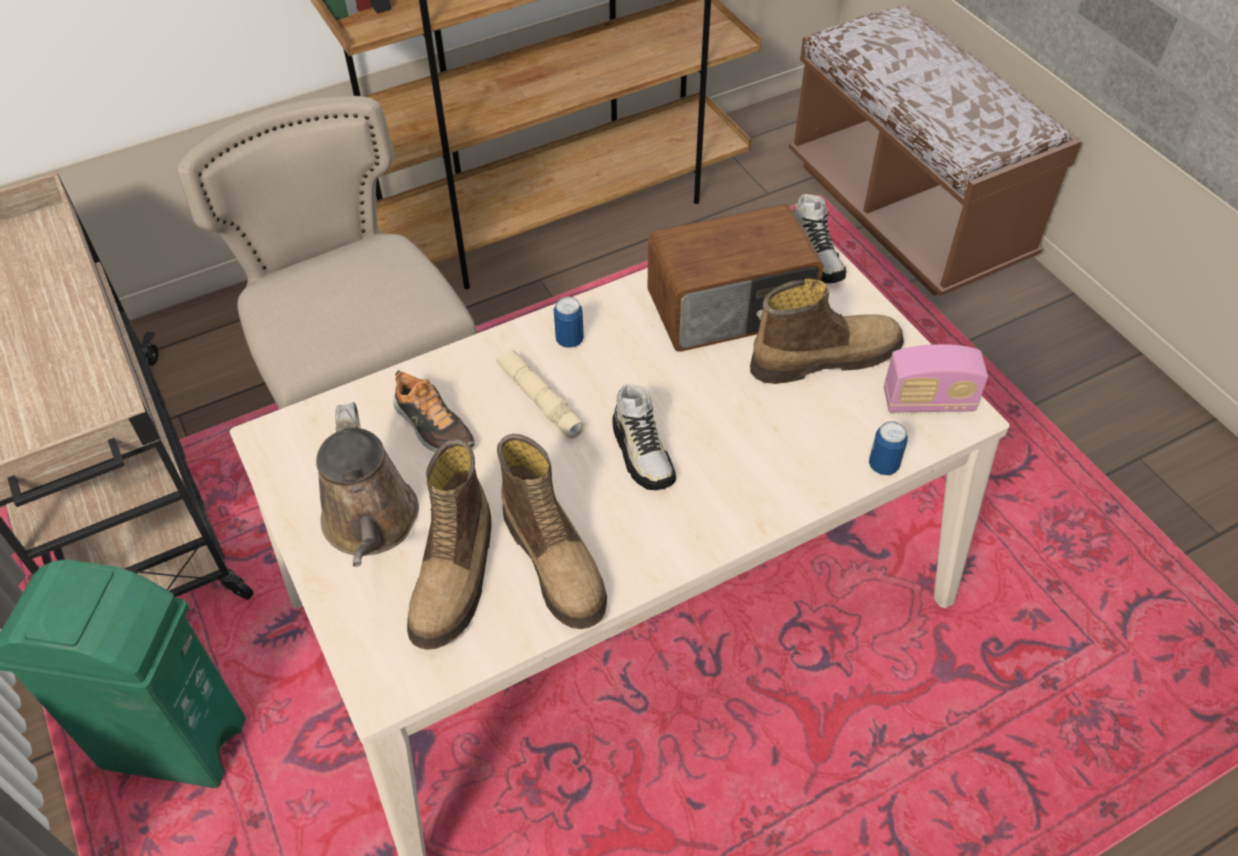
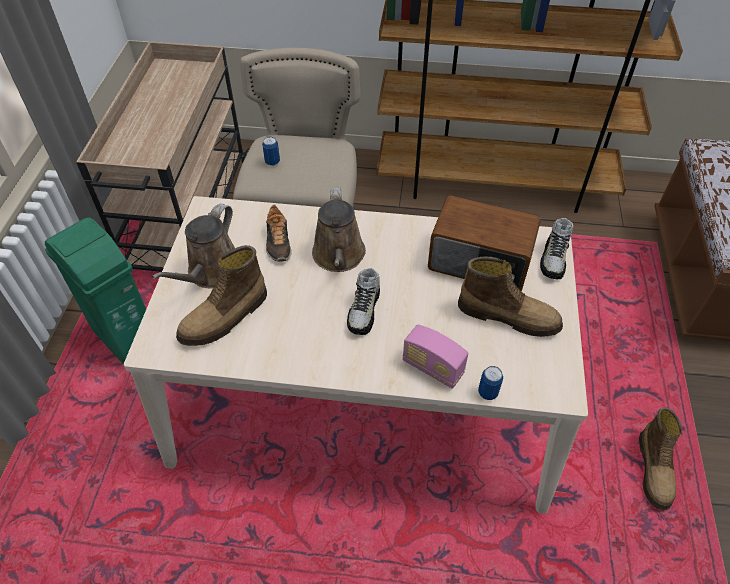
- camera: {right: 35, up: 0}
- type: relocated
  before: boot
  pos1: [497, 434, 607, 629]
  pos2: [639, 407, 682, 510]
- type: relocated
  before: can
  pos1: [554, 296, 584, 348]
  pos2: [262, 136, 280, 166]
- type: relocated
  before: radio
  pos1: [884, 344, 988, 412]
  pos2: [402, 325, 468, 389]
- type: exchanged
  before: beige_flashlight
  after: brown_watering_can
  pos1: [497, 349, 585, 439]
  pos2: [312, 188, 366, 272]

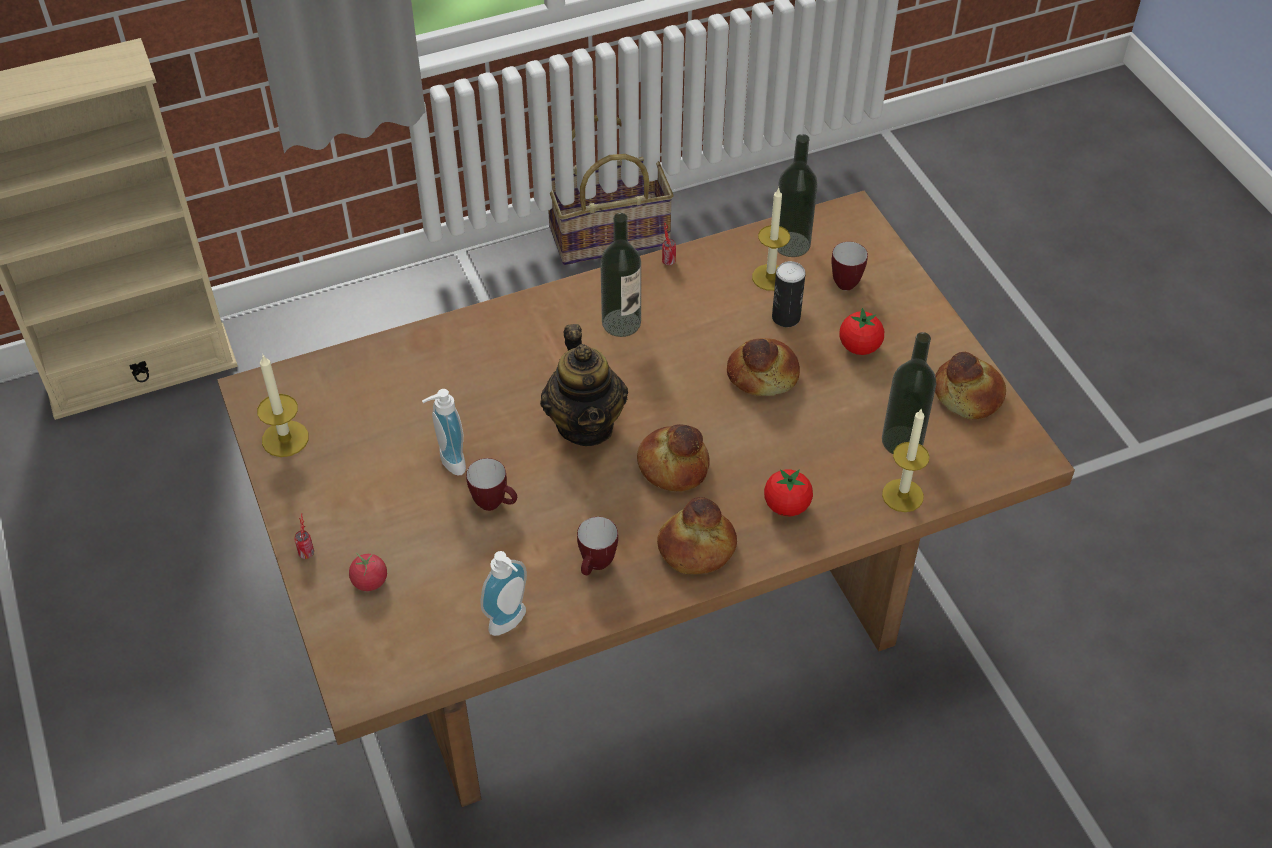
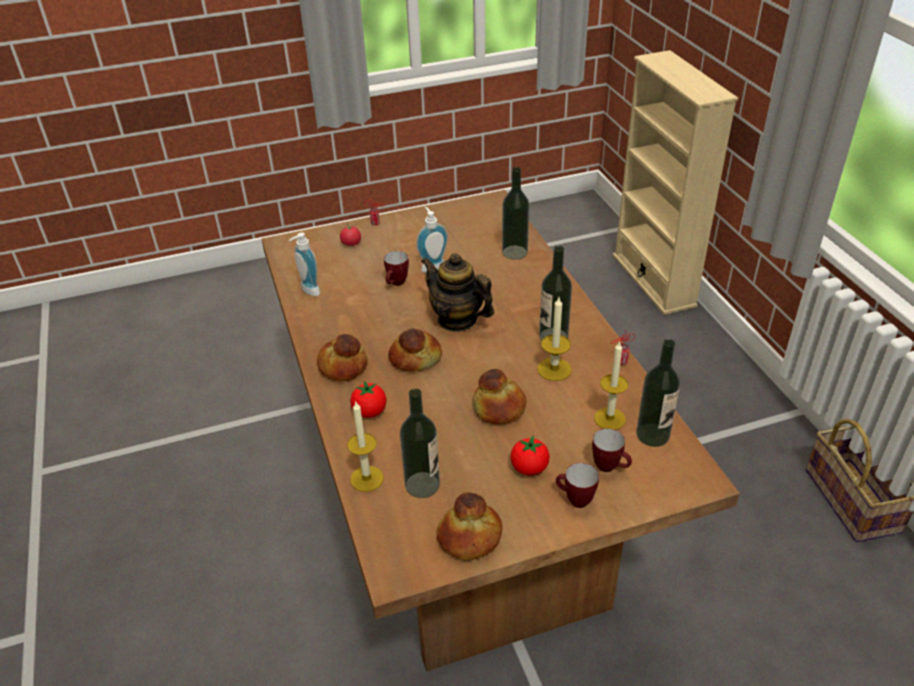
- camera: {right: 95, up: -10}
- type: missing
  before: can
  pos1: [772, 261, 806, 327]
- type: appeared
  after: bottle
  pos2: [502, 167, 529, 260]
- type: relocated
  before: candle
  pos1: [257, 355, 309, 457]
  pos2: [537, 297, 572, 381]
- type: relocated
  before: mug
  pos1: [577, 517, 618, 575]
  pos2: [556, 463, 599, 508]
- type: spun
  before: teapot
  pos1: [540, 324, 628, 446]
  pos2: [421, 253, 494, 332]
  turn: 45

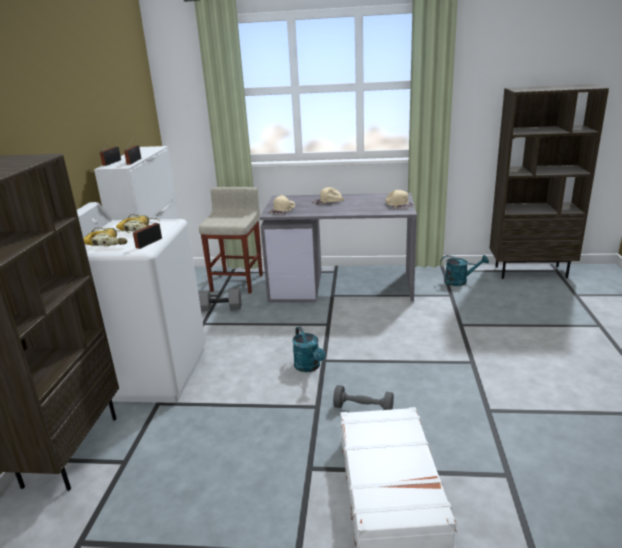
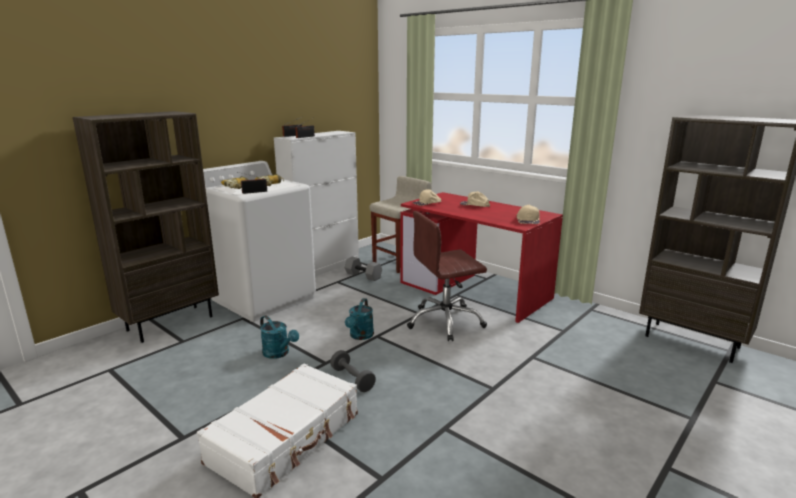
- camera: {right: 35, up: -5}
- type: appeared
  after: brown_office_chair
  pos2: [407, 211, 487, 341]
- type: relocated
  before: turquoise_watering_can
  pos1: [440, 255, 489, 286]
  pos2: [260, 315, 299, 359]
- type: colour
  before: grey_desk
  after: red_desk
  pos1: [260, 193, 417, 302]
  pos2: [401, 192, 563, 323]

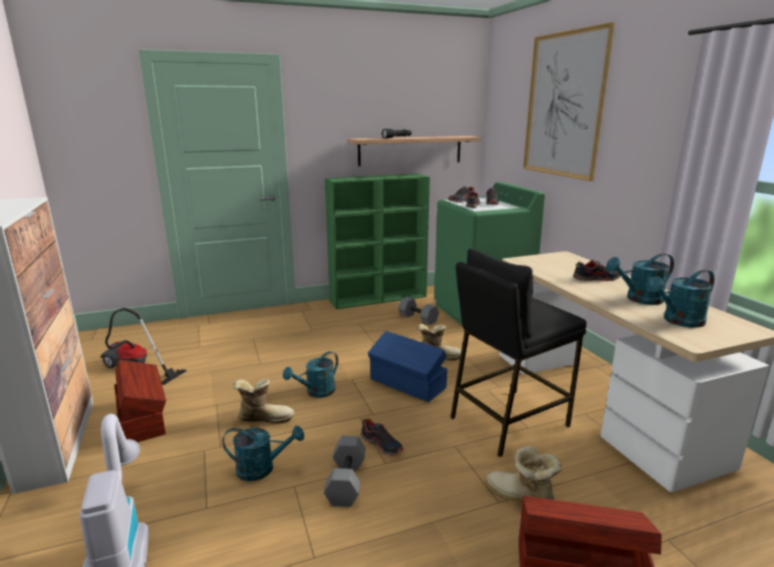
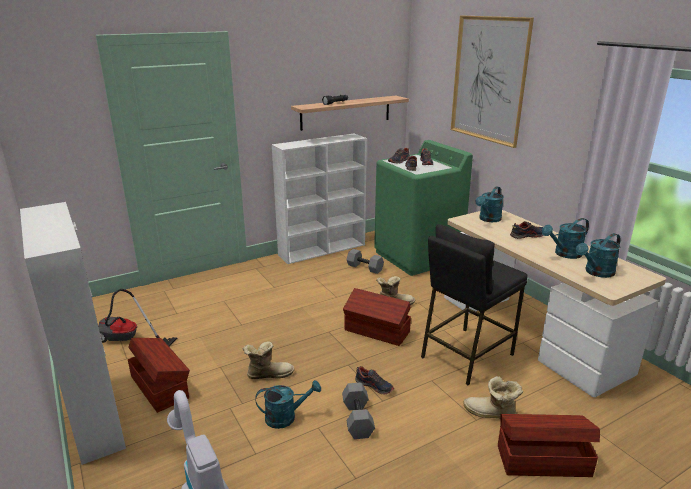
- camera: {right: -10, up: 5}
- type: relocated
  before: turquoise_watering_can
  pos1: [283, 351, 338, 398]
  pos2: [475, 186, 504, 222]
- type: colour
  before: green_bookcase
  after: white_bookcase
  pos1: [325, 174, 430, 309]
  pos2: [272, 134, 367, 264]
- type: colour
  before: blue_storage_box
  after: brown_storage_box
  pos1: [368, 331, 447, 402]
  pos2: [343, 288, 411, 346]

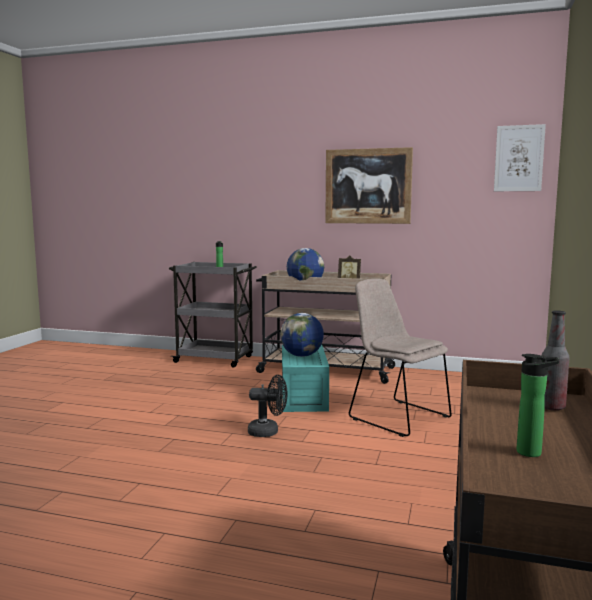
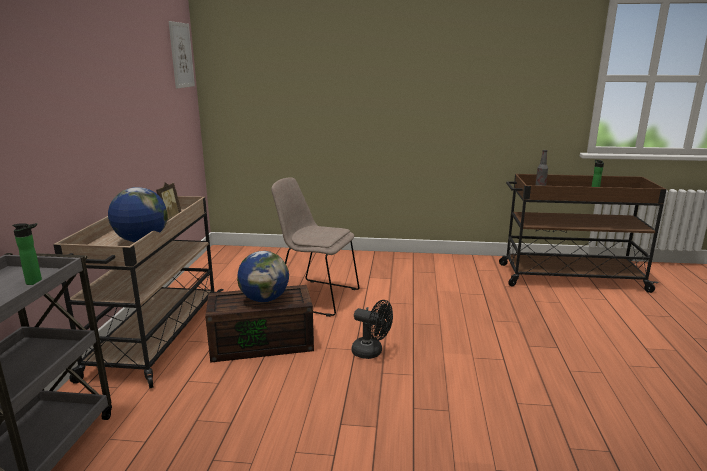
- camera: {right: -100, up: 10}
- type: missing
  before: picture
  pos1: [325, 147, 413, 224]
- type: colour
  before: turquoise_storage_box
  after: brown_storage_box
  pos1: [282, 345, 329, 412]
  pos2: [205, 285, 314, 363]
- type: spun
  before: black_fan
  pos1: [248, 375, 287, 437]
  pos2: [352, 300, 393, 359]
  turn: 120
- type: spun
  before: beige_chair
  pos1: [349, 279, 452, 437]
  pos2: [271, 178, 359, 317]
  turn: 75

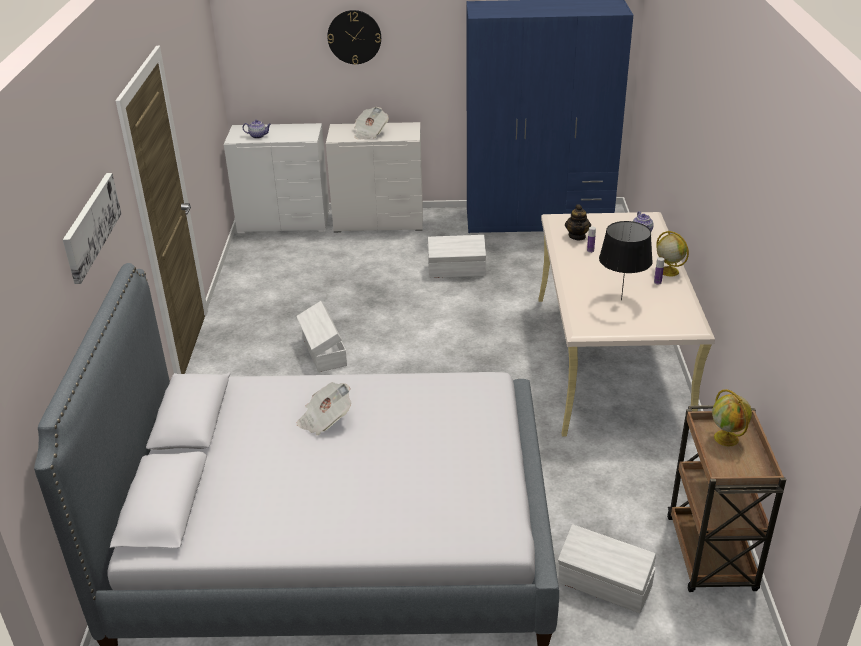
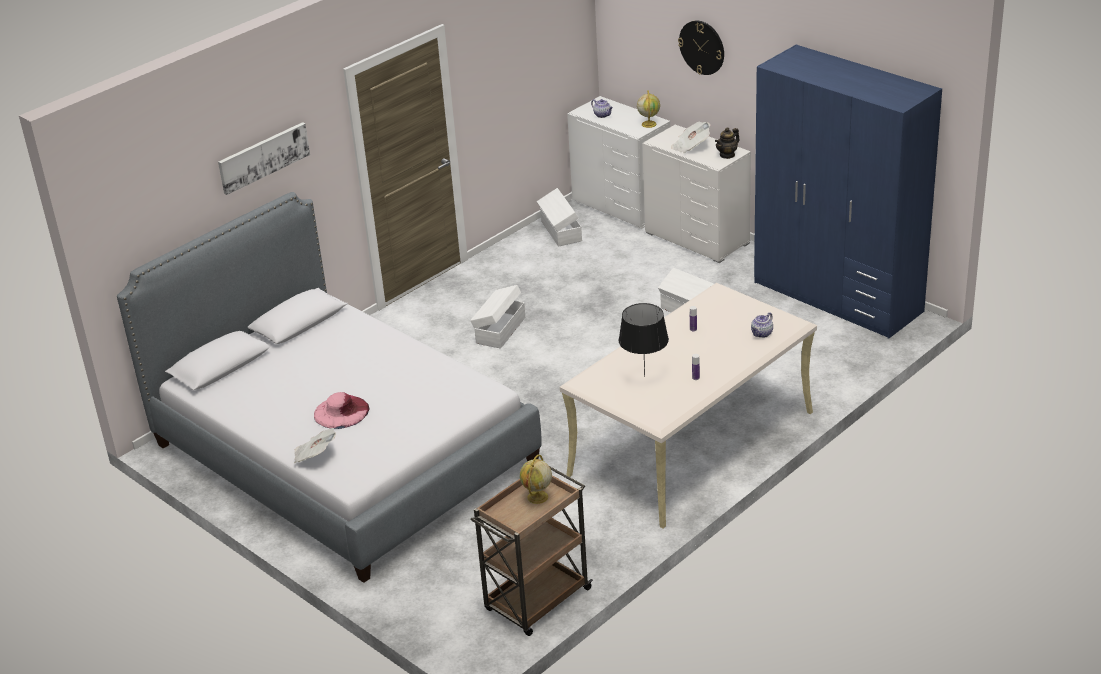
- camera: {right: 45, up: 0}
- type: appeared
  after: pink_hat
  pos2: [314, 392, 369, 429]
- type: relocated
  before: newspaper
  pos1: [297, 382, 351, 435]
  pos2: [294, 428, 336, 463]
- type: relocated
  before: white_storage_box
  pos1: [558, 524, 656, 613]
  pos2: [537, 188, 582, 247]
- type: relocated
  before: teapot
  pos1: [565, 204, 591, 240]
  pos2: [715, 127, 740, 159]
- type: relocated
  before: globe
  pos1: [656, 231, 689, 276]
  pos2: [637, 90, 660, 128]

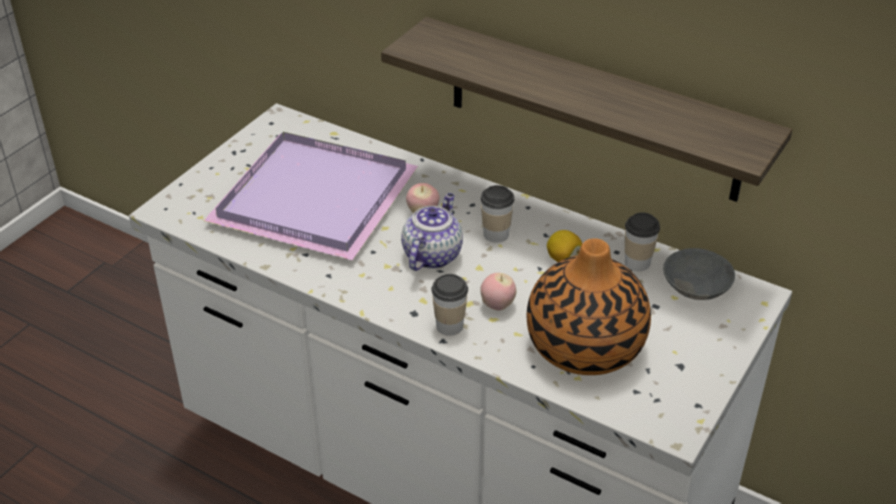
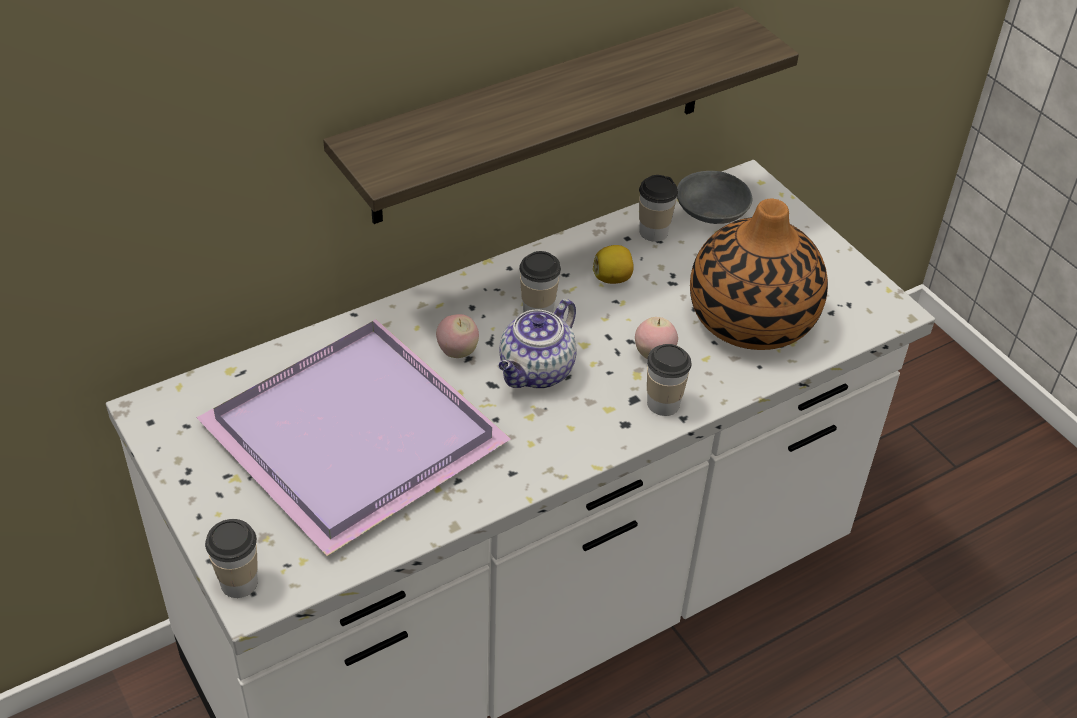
- camera: {right: -65, up: 5}
- type: appeared
  after: cup
  pos2: [205, 519, 258, 598]
- type: spun
  before: teapot
  pos1: [402, 193, 463, 271]
  pos2: [499, 299, 577, 389]
  turn: -105

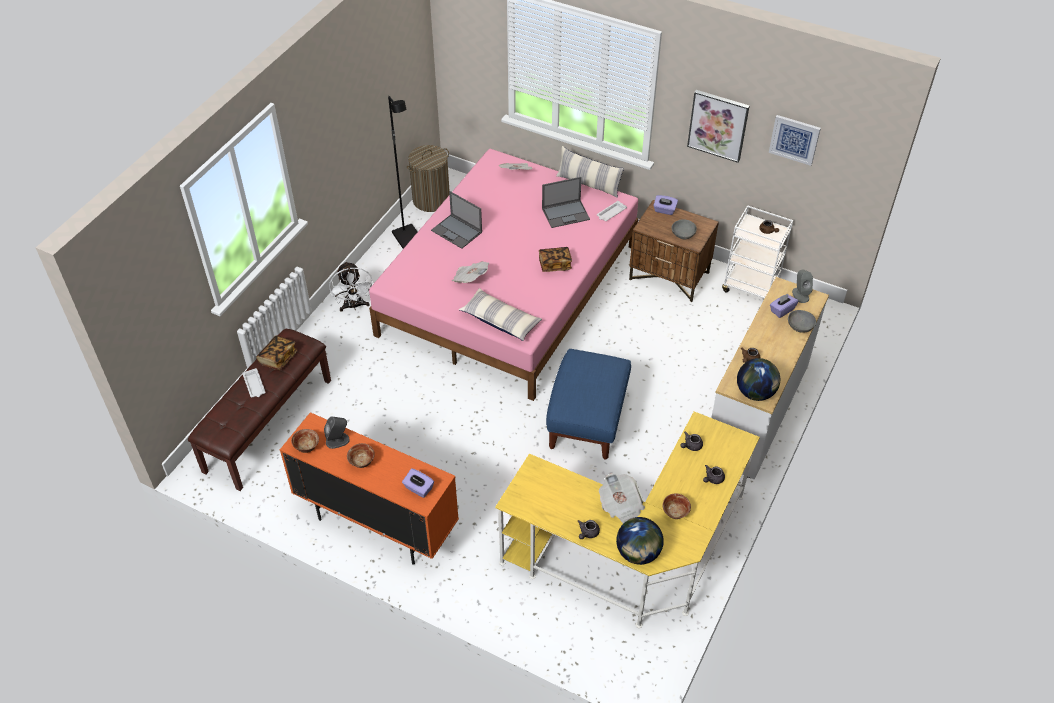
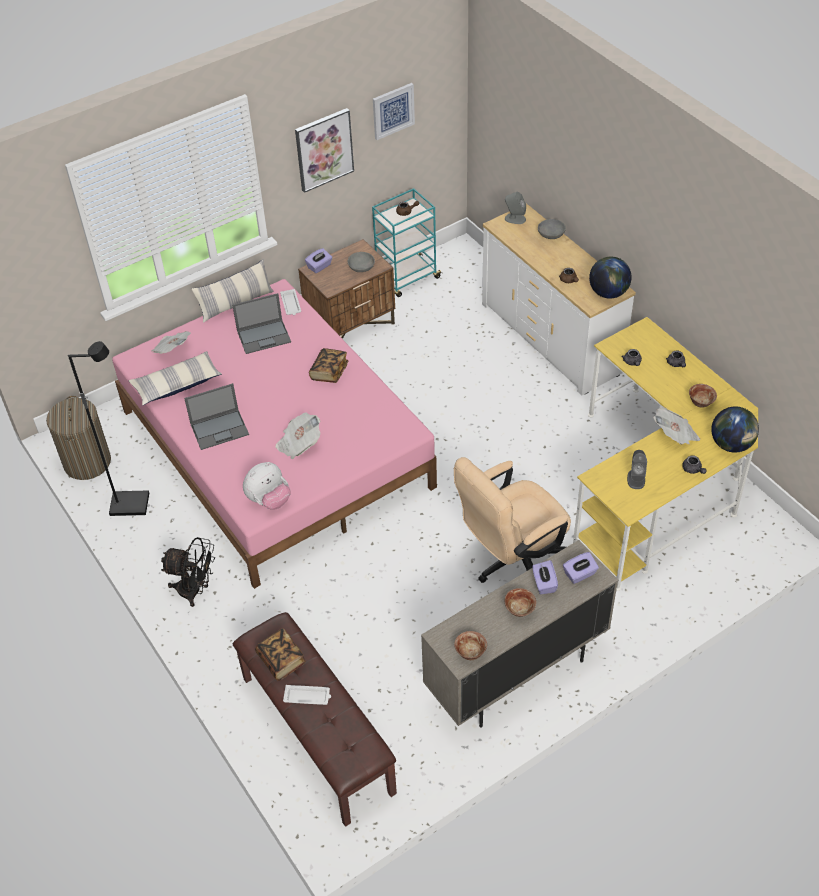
- camera: {right: -60, up: 0}
- type: missing
  before: blue_ottoman
  pos1: [546, 349, 631, 460]
- type: appeared
  after: plush_toy
  pos2: [243, 462, 291, 510]
- type: appeared
  after: beige_office_chair
  pos2: [454, 457, 571, 583]
- type: relocated
  before: grey_speaker
  pos1: [324, 417, 350, 449]
  pos2: [627, 450, 647, 489]
- type: relocated
  before: pillow
  pos1: [459, 288, 542, 341]
  pos2: [129, 351, 222, 405]
- type: relocated
  before: purple_tissue_box
  pos1: [770, 293, 798, 318]
  pos2: [532, 560, 558, 594]
- type: colour
  before: orange_cabinet
  after: beige_cabinet
  pos1: [280, 412, 459, 565]
  pos2: [421, 540, 618, 728]
- type: colour
  before: white_fan
  after: black_fan
  pos1: [329, 261, 373, 311]
  pos2: [161, 537, 215, 607]
- type: colour
  before: white_cart
  after: turquoise_cart
  pos1: [722, 205, 793, 299]
  pos2: [372, 188, 443, 297]
- type: spun
  before: laptop
  pos1: [542, 177, 590, 228]
  pos2: [232, 293, 291, 354]
  turn: 60

